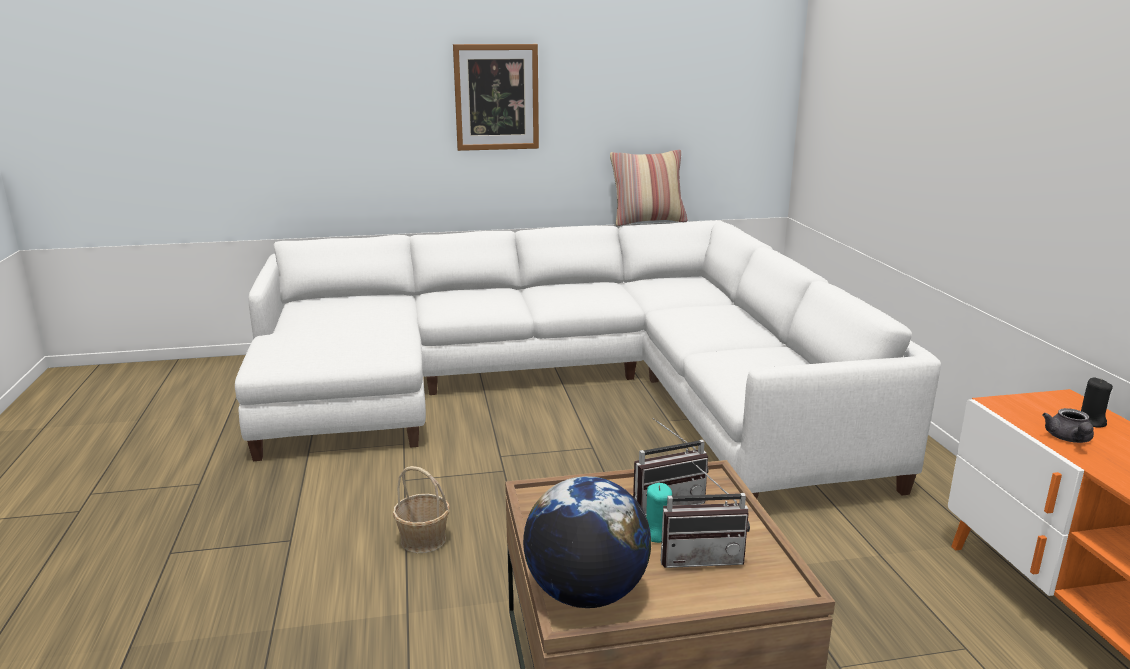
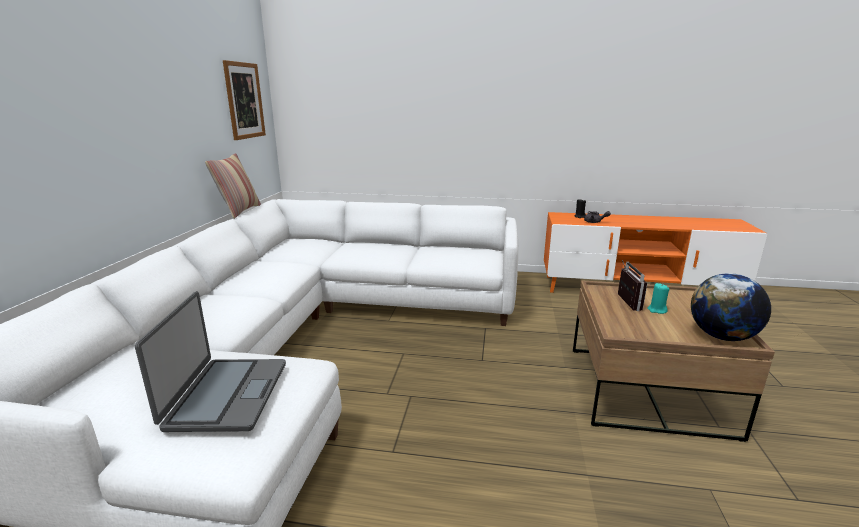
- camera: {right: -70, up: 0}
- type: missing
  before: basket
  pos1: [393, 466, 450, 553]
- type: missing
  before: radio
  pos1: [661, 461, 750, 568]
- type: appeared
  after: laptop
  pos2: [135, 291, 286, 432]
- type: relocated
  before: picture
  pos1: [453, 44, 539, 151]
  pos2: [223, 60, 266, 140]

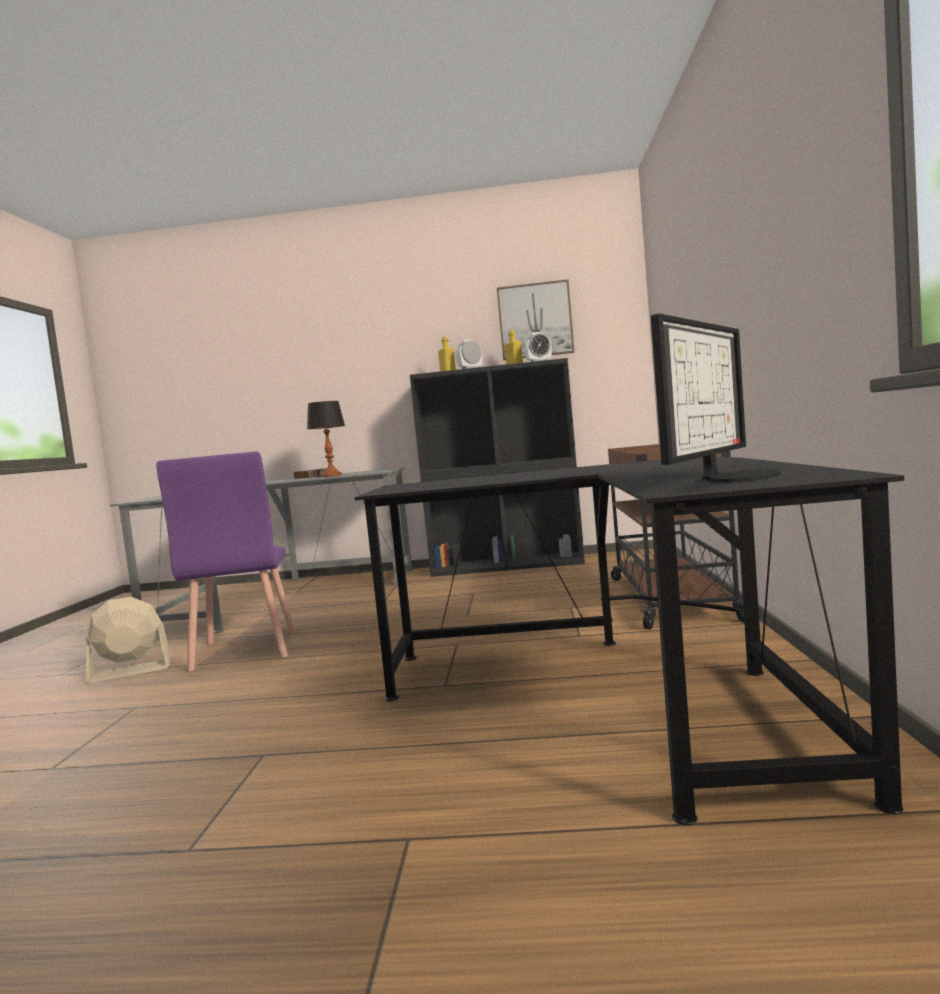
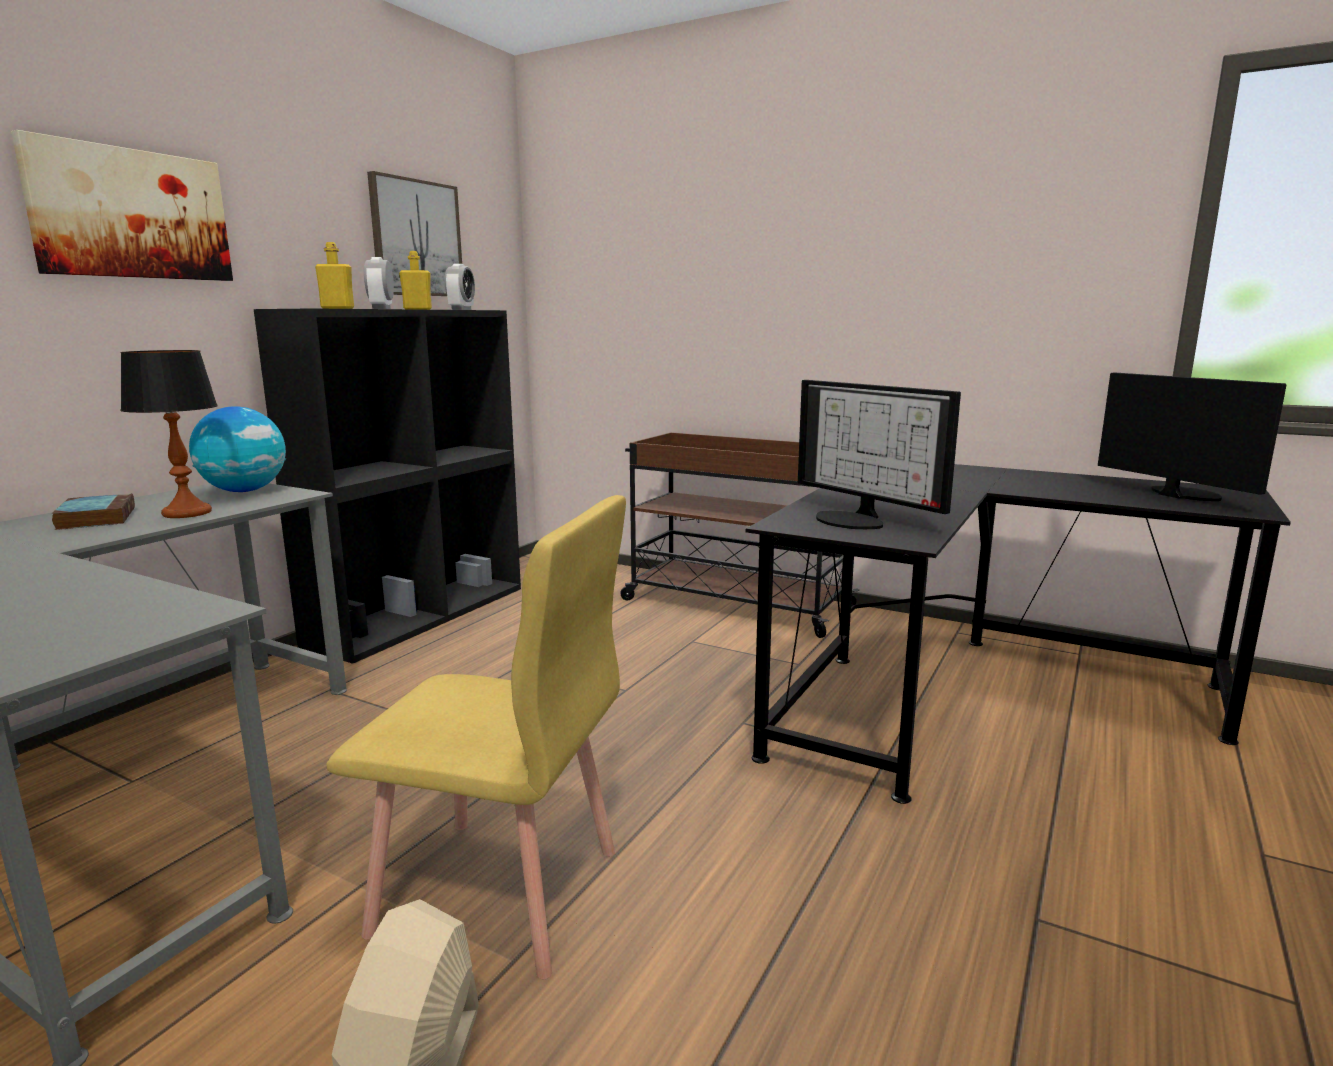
- camera: {right: -65, up: 10}
- type: appeared
  after: picture
  pos2: [11, 130, 233, 281]
- type: appeared
  after: globe
  pos2: [189, 406, 286, 492]
- type: appeared
  after: monitor
  pos2: [798, 380, 961, 529]
- type: colour
  before: purple_chair
  after: yellow_chair
  pos1: [156, 451, 295, 672]
  pos2: [326, 495, 626, 980]

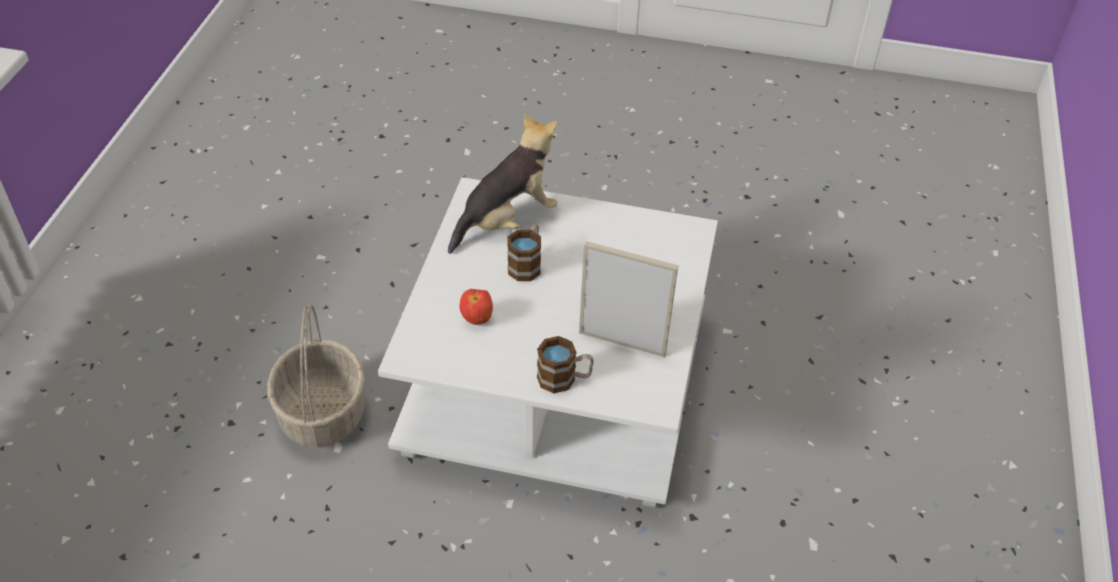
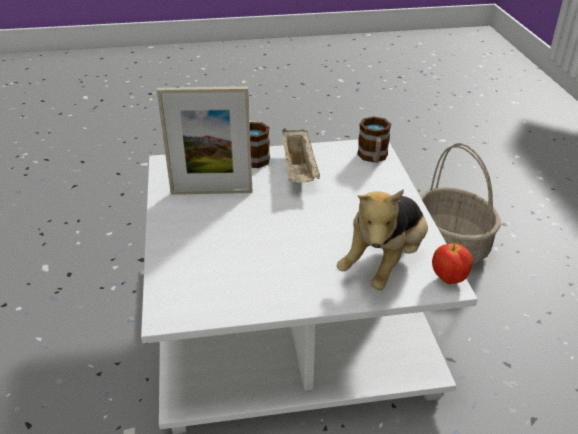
- camera: {right: 160, up: -10}
- type: appeared
  after: beige_tray
  pos2: [282, 128, 320, 183]
- type: relocated
  before: apple
  pos1: [460, 289, 493, 325]
  pos2: [432, 243, 473, 284]
- type: relocated
  before: mug
  pos1: [508, 224, 541, 281]
  pos2: [357, 116, 391, 163]

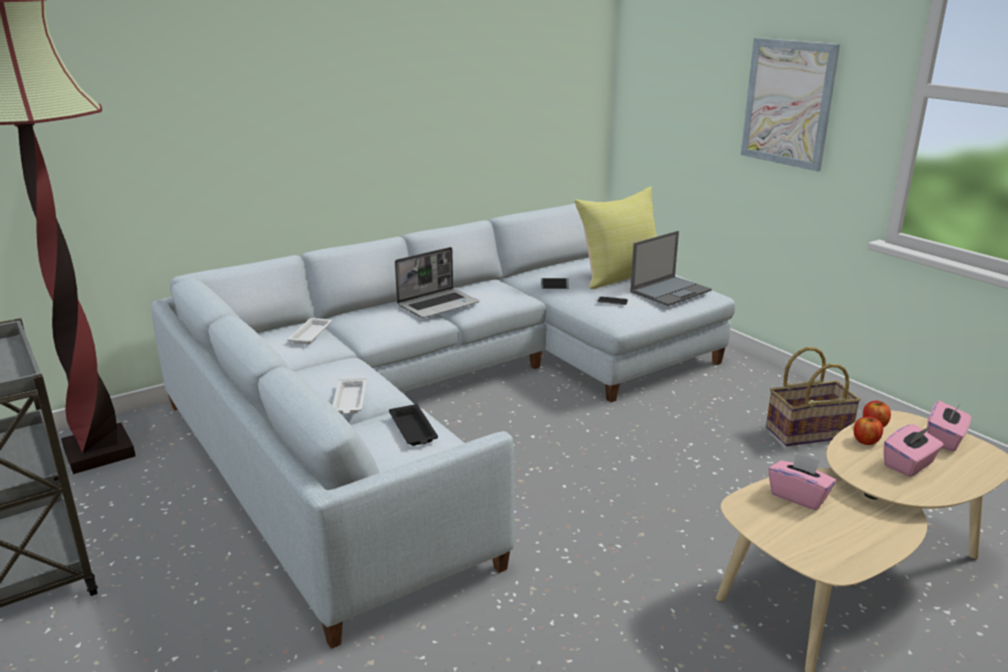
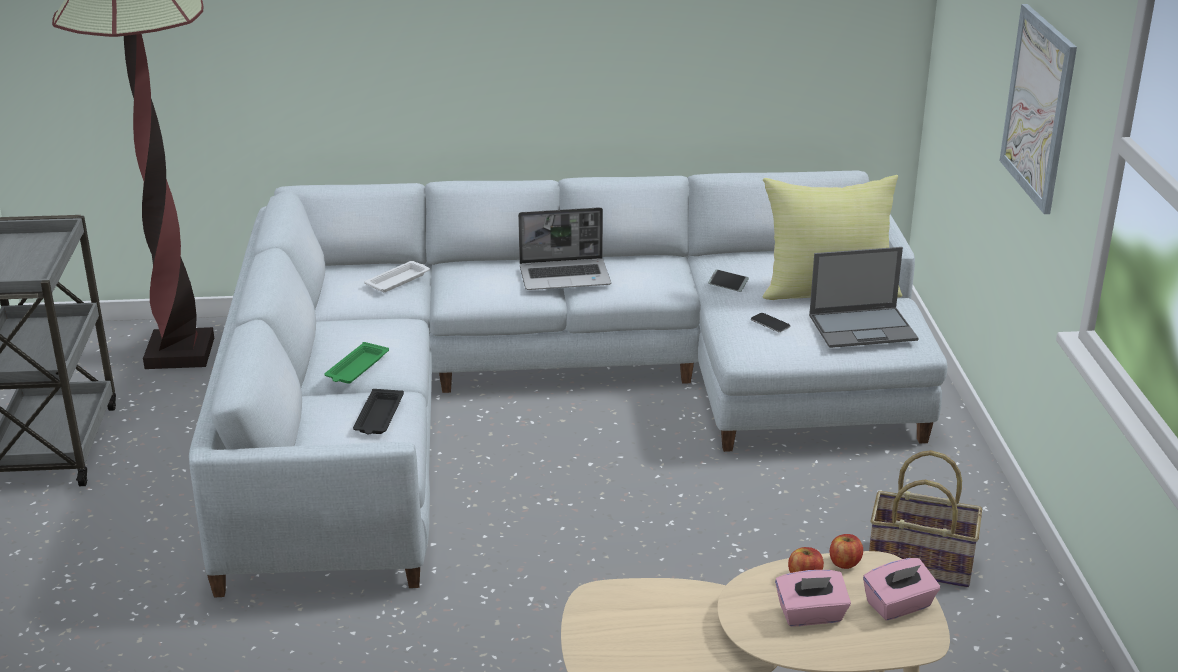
- camera: {right: 30, up: 5}
- type: missing
  before: pink_tissue_box
  pos1: [768, 452, 836, 510]
- type: colour
  before: white_tray
  after: green_tray
  pos1: [332, 378, 367, 414]
  pos2: [324, 342, 389, 384]

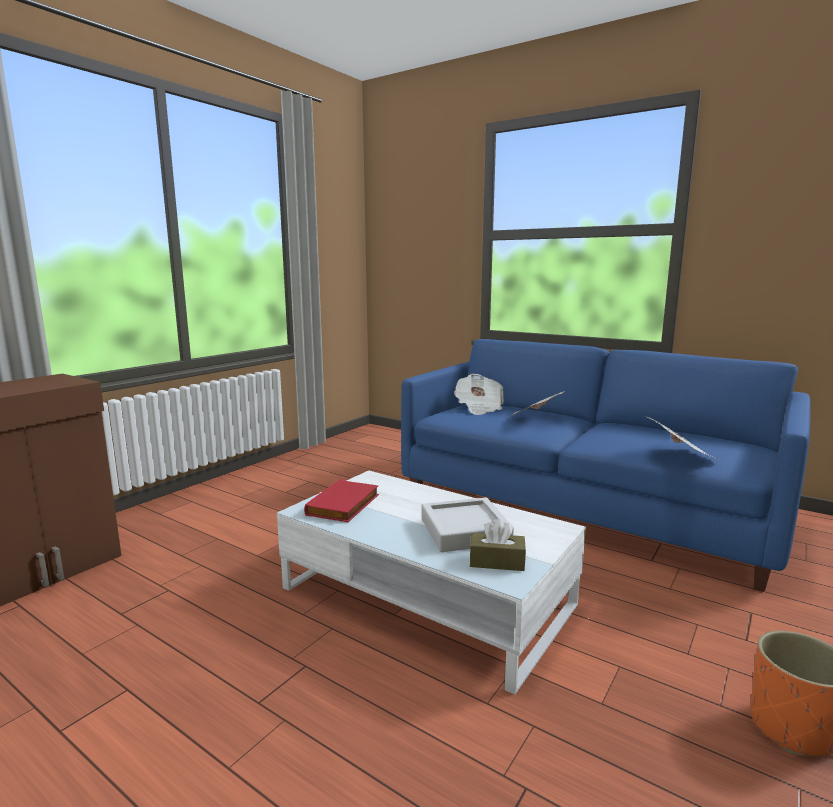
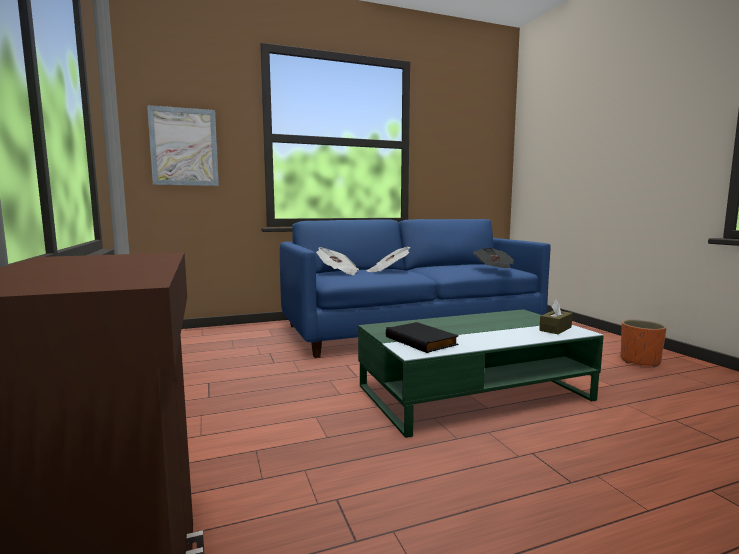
- camera: {right: -55, up: -5}
- type: missing
  before: grey_tray
  pos1: [422, 498, 514, 552]
- type: appeared
  after: picture
  pos2: [147, 105, 219, 186]
- type: colour
  before: white_coffee_table
  after: green_coffee_table
  pos1: [277, 470, 586, 695]
  pos2: [358, 309, 604, 438]
- type: colour
  before: red_book
  after: black_book
  pos1: [304, 479, 379, 522]
  pos2: [386, 322, 459, 353]

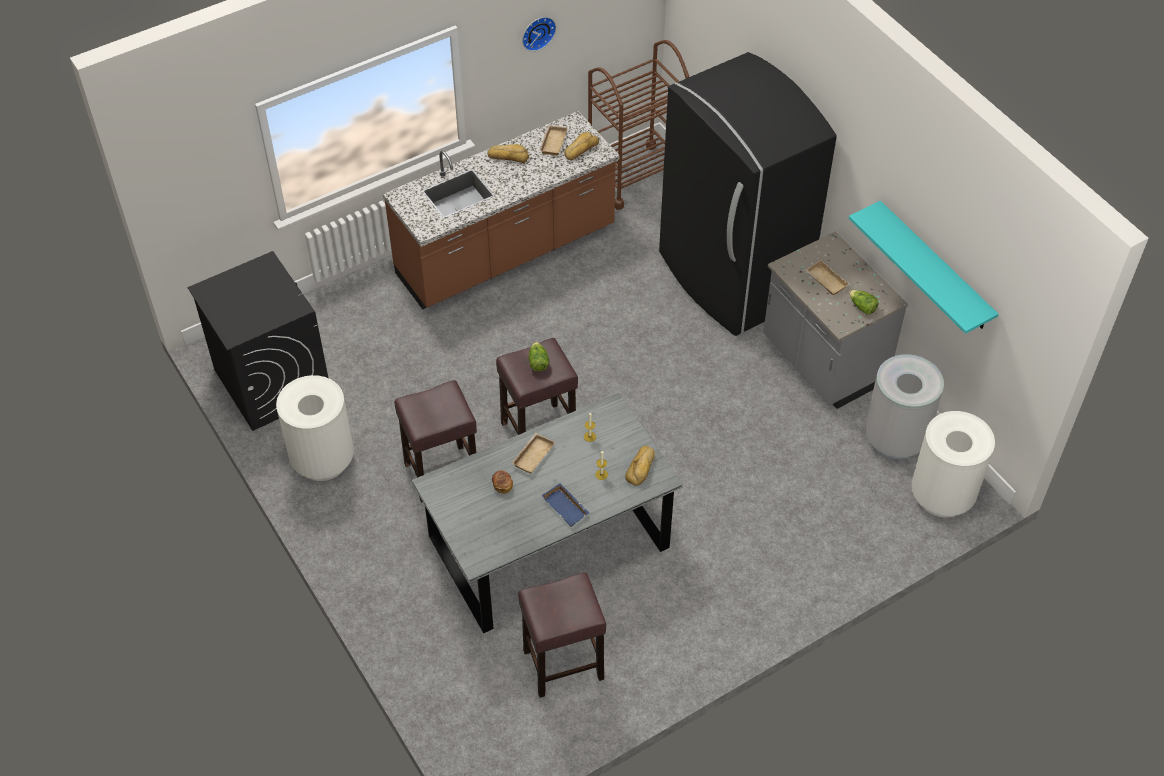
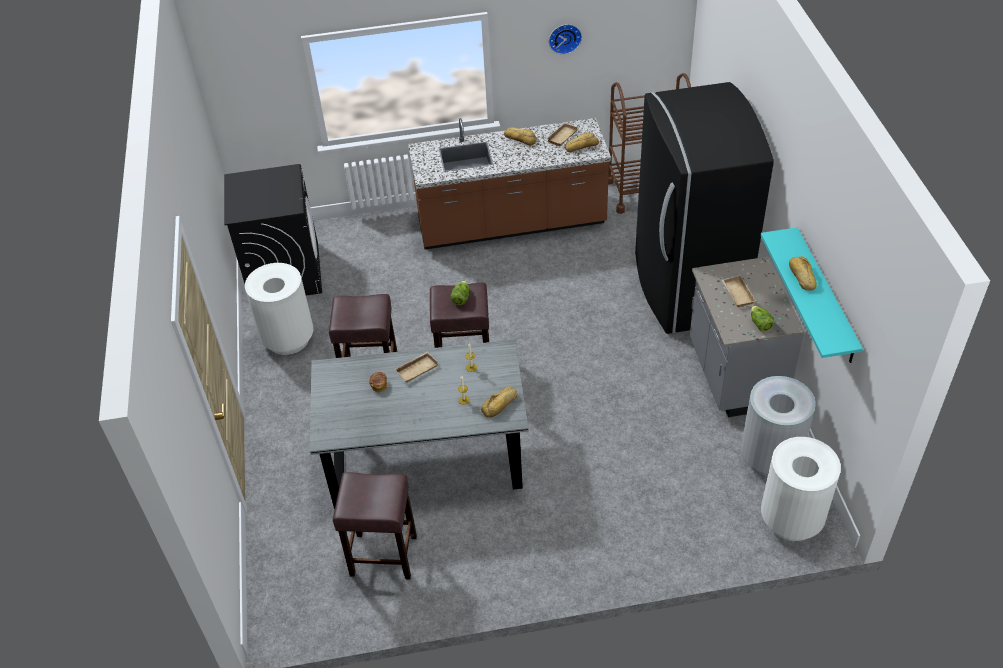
- camera: {right: 25, up: -5}
- type: missing
  before: blue_tray
  pos1: [542, 484, 589, 527]
- type: appeared
  after: bread
  pos2: [789, 256, 817, 291]

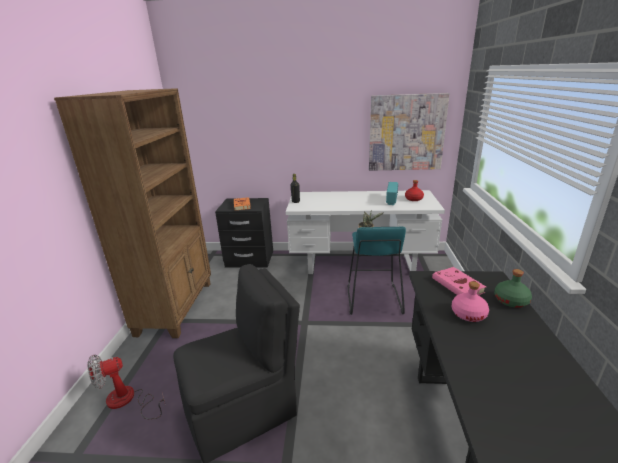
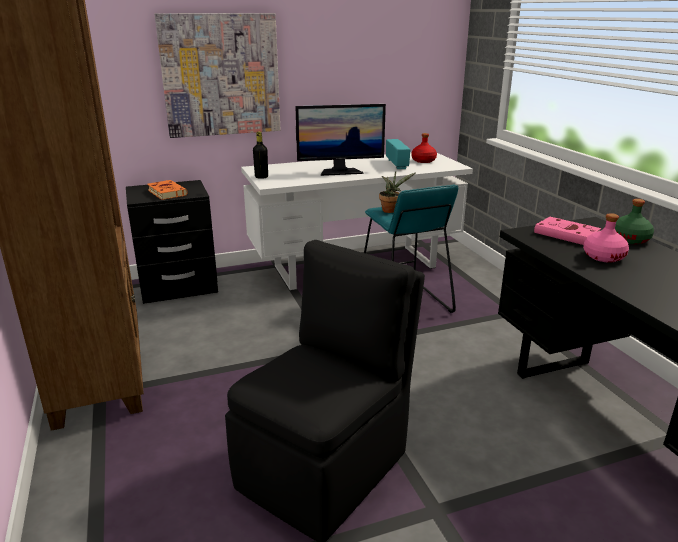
- camera: {right: -25, up: 0}
- type: missing
  before: fan
  pos1: [87, 355, 166, 420]
- type: appeared
  after: monitor
  pos2: [295, 104, 386, 176]
- type: relocated
  before: picture
  pos1: [369, 93, 450, 171]
  pos2: [154, 13, 280, 138]

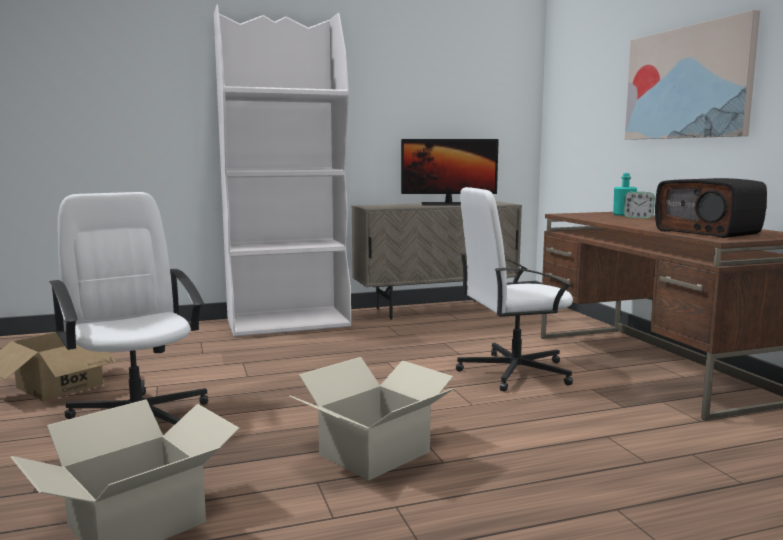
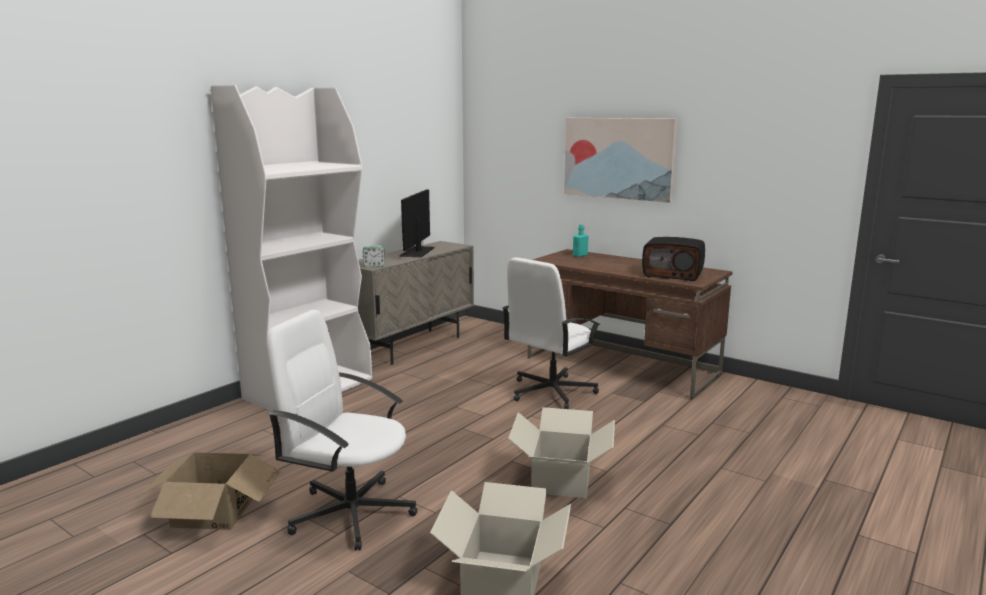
- camera: {right: -35, up: 5}
- type: relocated
  before: alarm_clock
  pos1: [624, 191, 655, 219]
  pos2: [363, 246, 385, 267]
- type: spun
  before: monitor
  pos1: [401, 139, 499, 205]
  pos2: [400, 189, 434, 257]
  turn: 135

